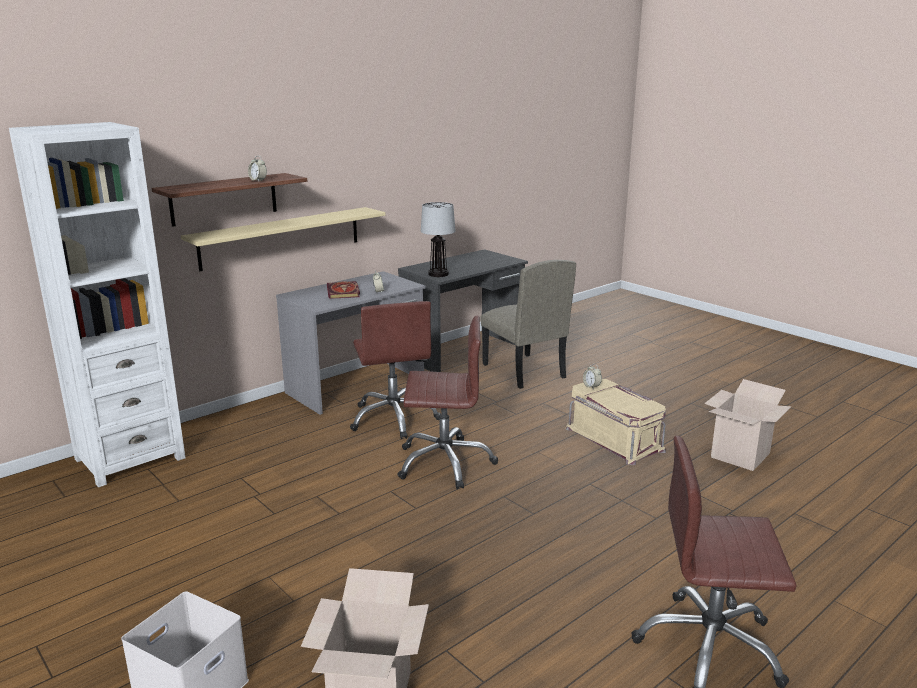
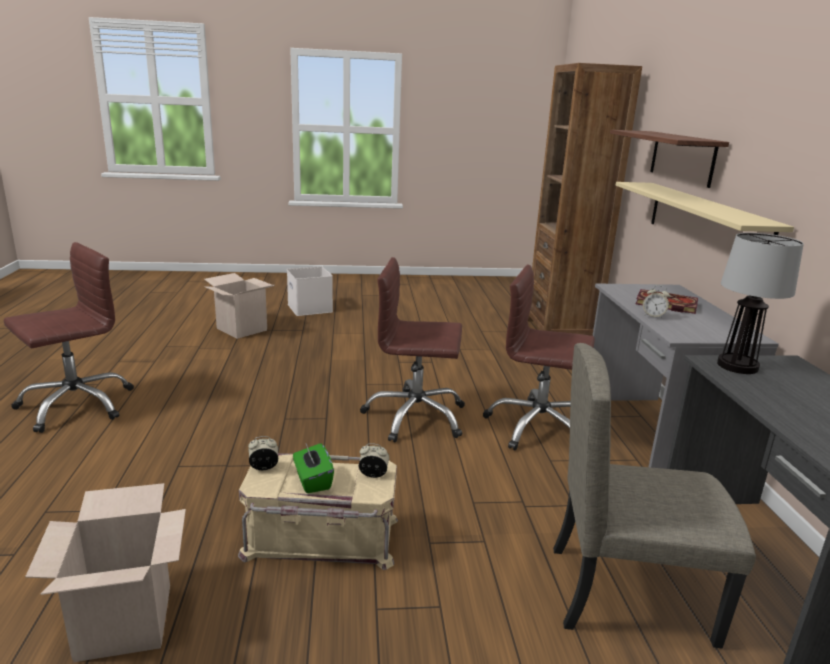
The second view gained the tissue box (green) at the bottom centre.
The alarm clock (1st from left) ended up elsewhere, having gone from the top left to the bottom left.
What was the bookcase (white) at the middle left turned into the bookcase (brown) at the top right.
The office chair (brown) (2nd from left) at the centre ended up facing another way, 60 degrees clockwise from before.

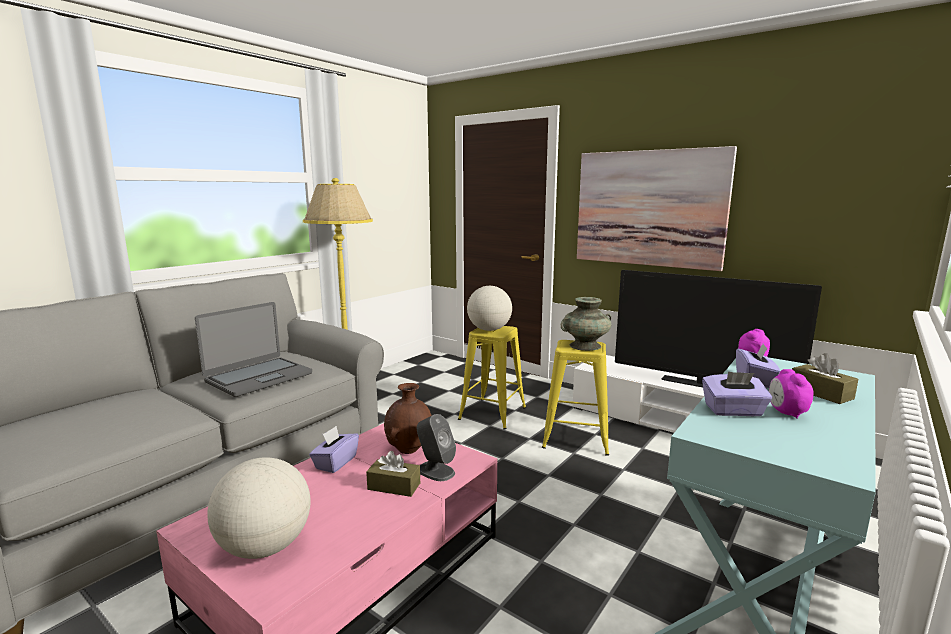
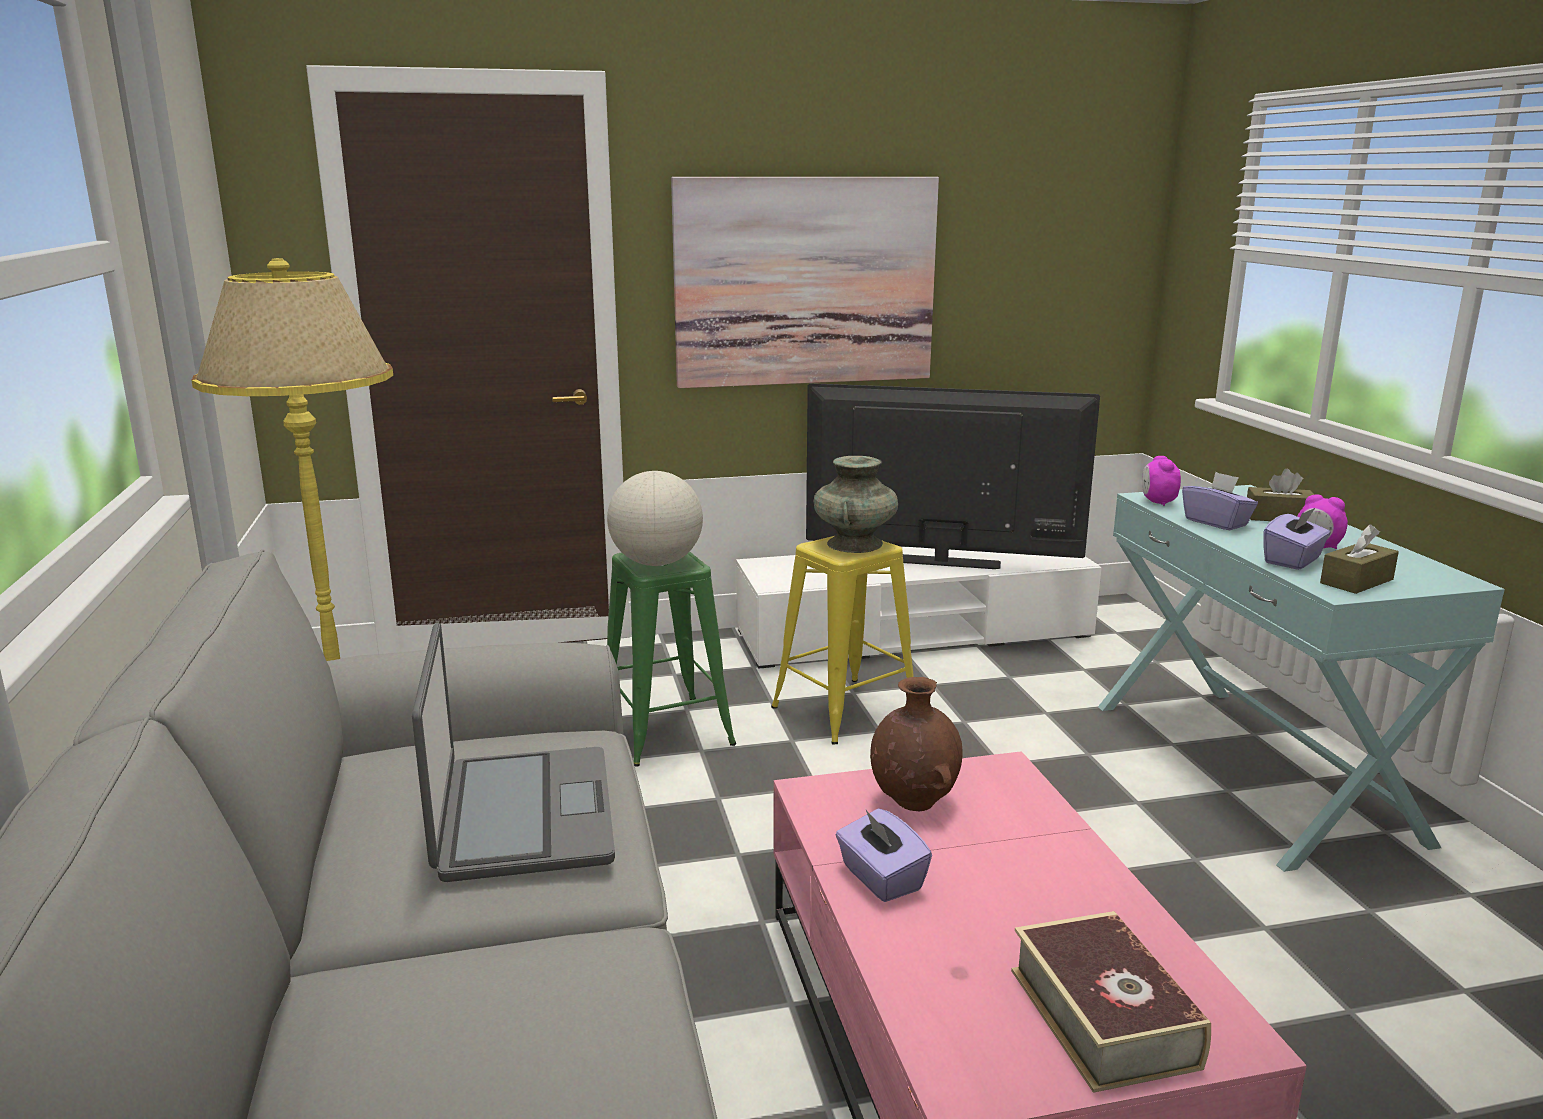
The second view lost the speaker (grey) at the bottom centre.
The tissue box (brown) (1st from left in the first image) ended up elsewhere, having gone from the bottom centre to the middle right.
Where the globe (1st from left) stood at the bottom left, the book came to stand at the bottom right.
What was the stool (yellow) (1st from left) at the centre turned into the stool (green) at the centre.
The television at the middle right ended up facing another way, 150 degrees counterclockwise from before.

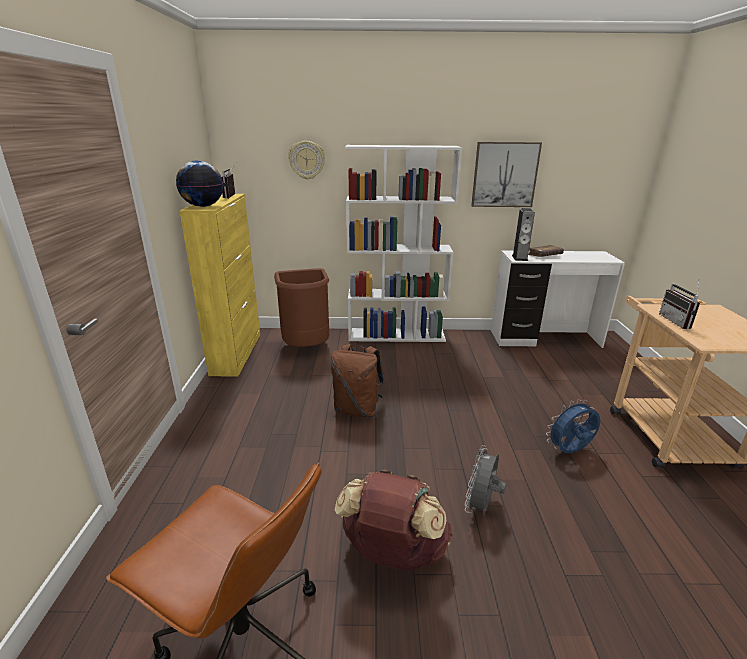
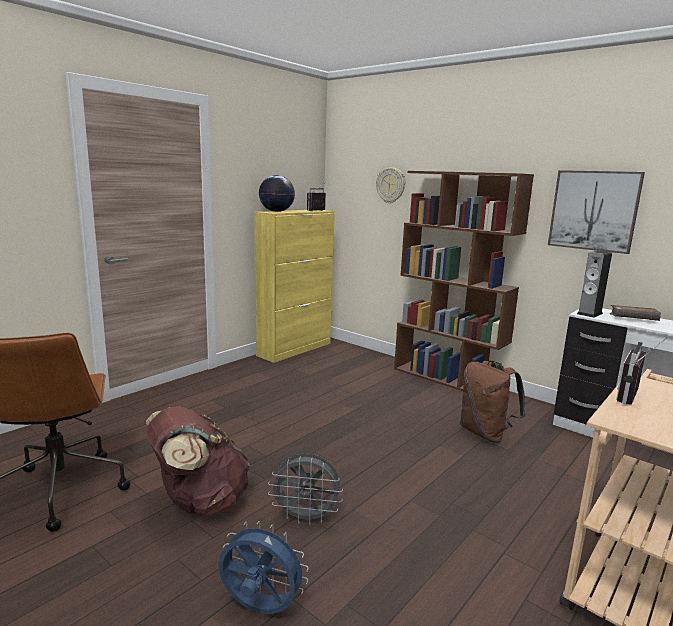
The second view lost the trash can (brown) at the centre.
The backpack (brown) (1st from left in the first image) ended up elsewhere, having gone from the centre to the middle right.
The fan (blue) ended up elsewhere, having gone from the middle right to the bottom centre.
What was the bookcase (white) at the centre turned into the bookcase (brown) at the middle right.
The fan (grey) at the bottom centre ended up facing another way, 150 degrees counterclockwise from before.

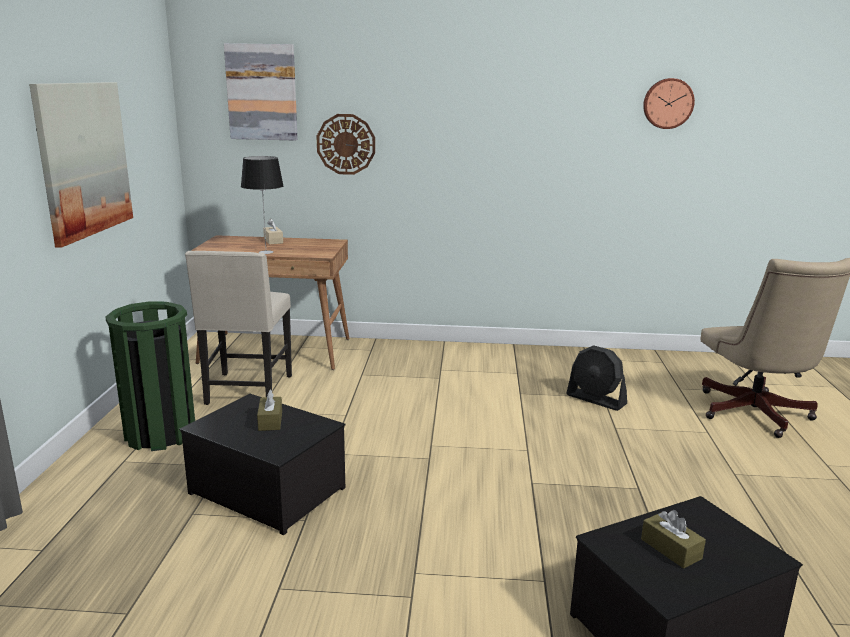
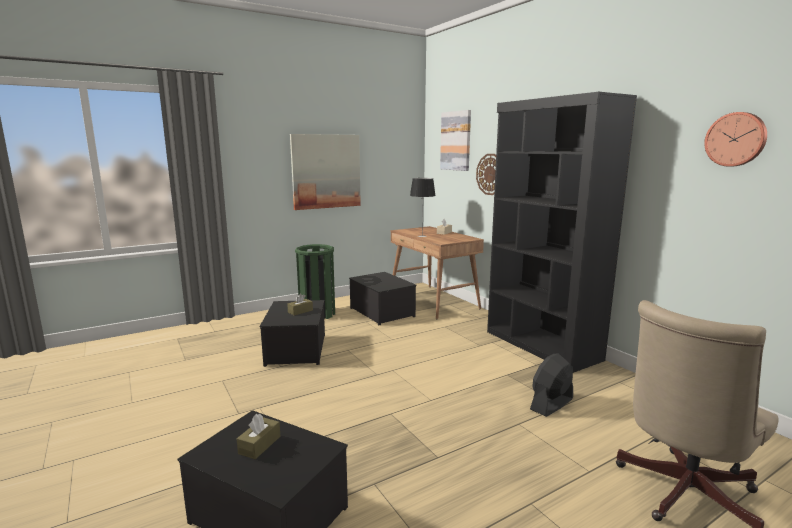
The second view gained the bookcase (black) at the middle right.
Where the chair (beige) stood at the middle left, the storage box (3rd from left) came to stand at the centre.
The fan (black) at the middle right ended up facing another way, 45 degrees clockwise from before.

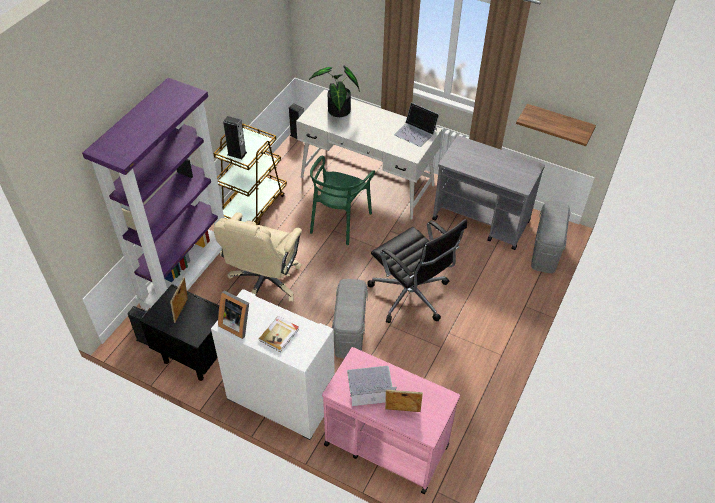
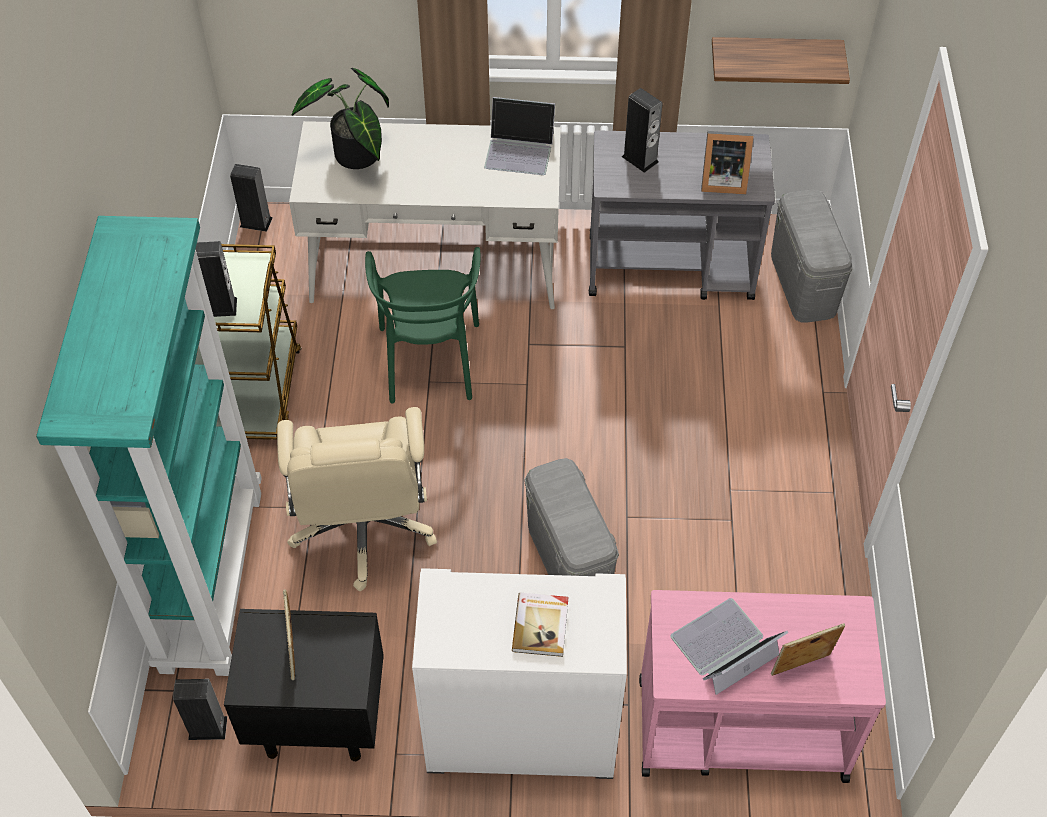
The second view lost the office chair (black) at the centre.
The second view gained the speaker (4th from left) at the top centre.
The picture frame (2nd from left) ended up elsewhere, having gone from the middle left to the top right.
What was the bookcase (purple) at the middle left turned into the bookcase (turquoise) at the middle left.

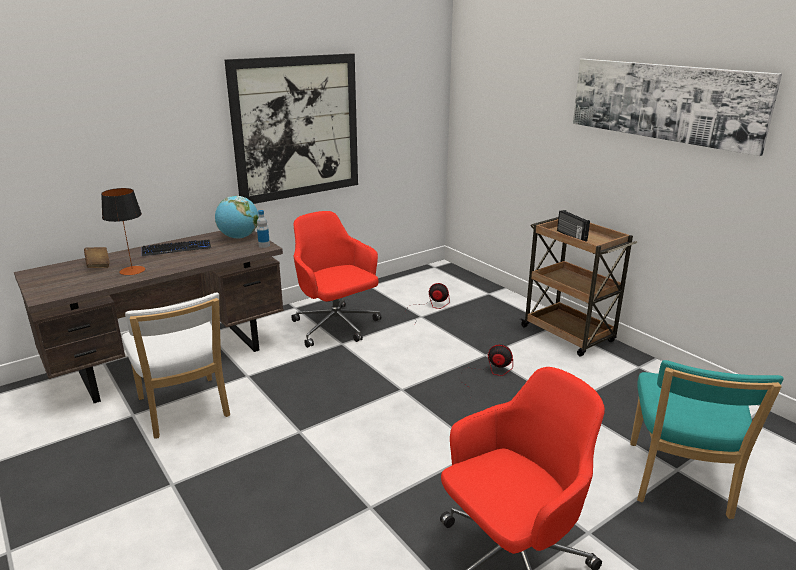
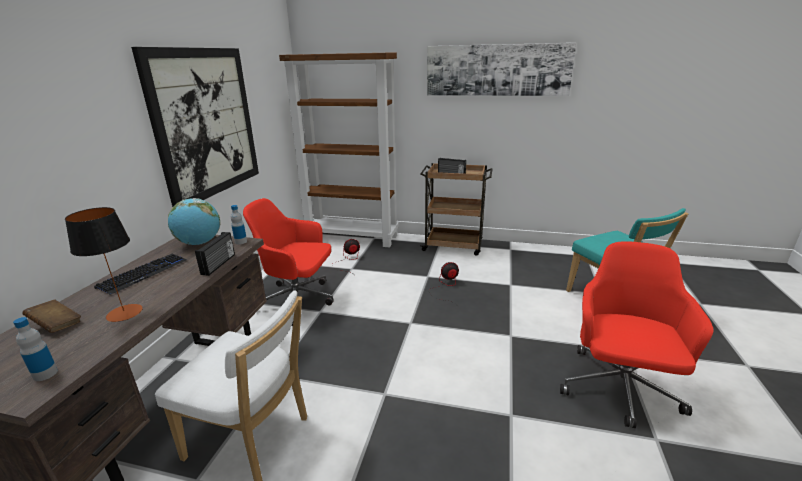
The second view gained the bottle (1st from left) at the bottom left.
The second view gained the radio (1st from left) at the middle left.
The second view gained the bookcase (brown) at the top centre.

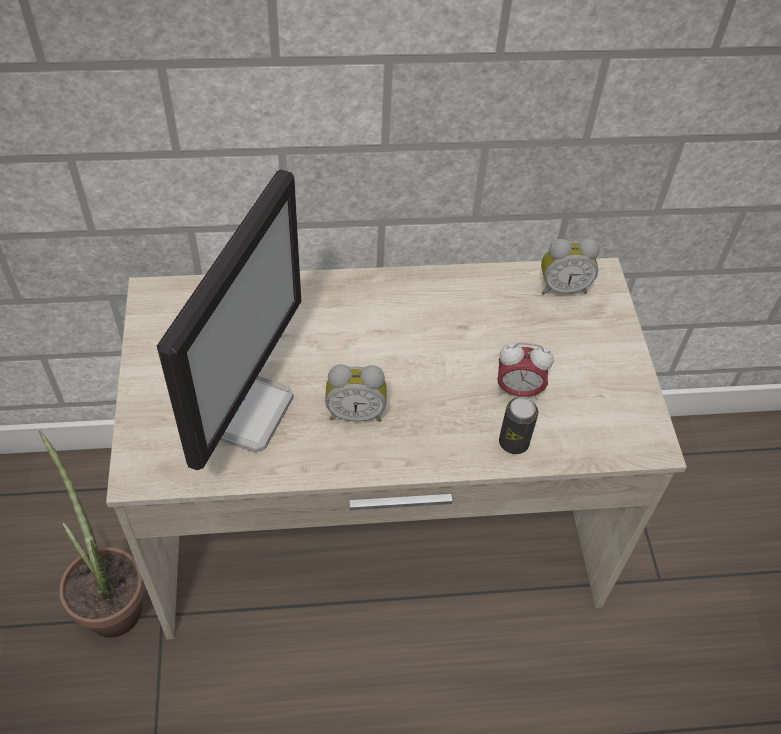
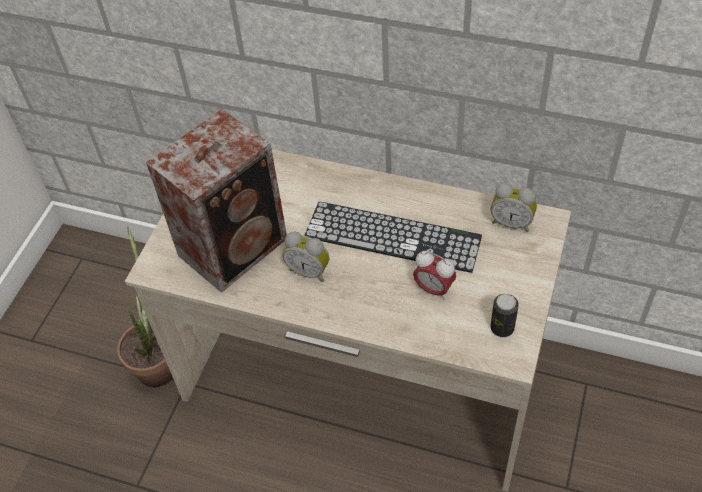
The second view gained the keyboard at the centre.
The can ended up elsewhere, having gone from the centre to the middle right.
Where the monitor stood at the middle left, the speaker came to stand at the middle left.

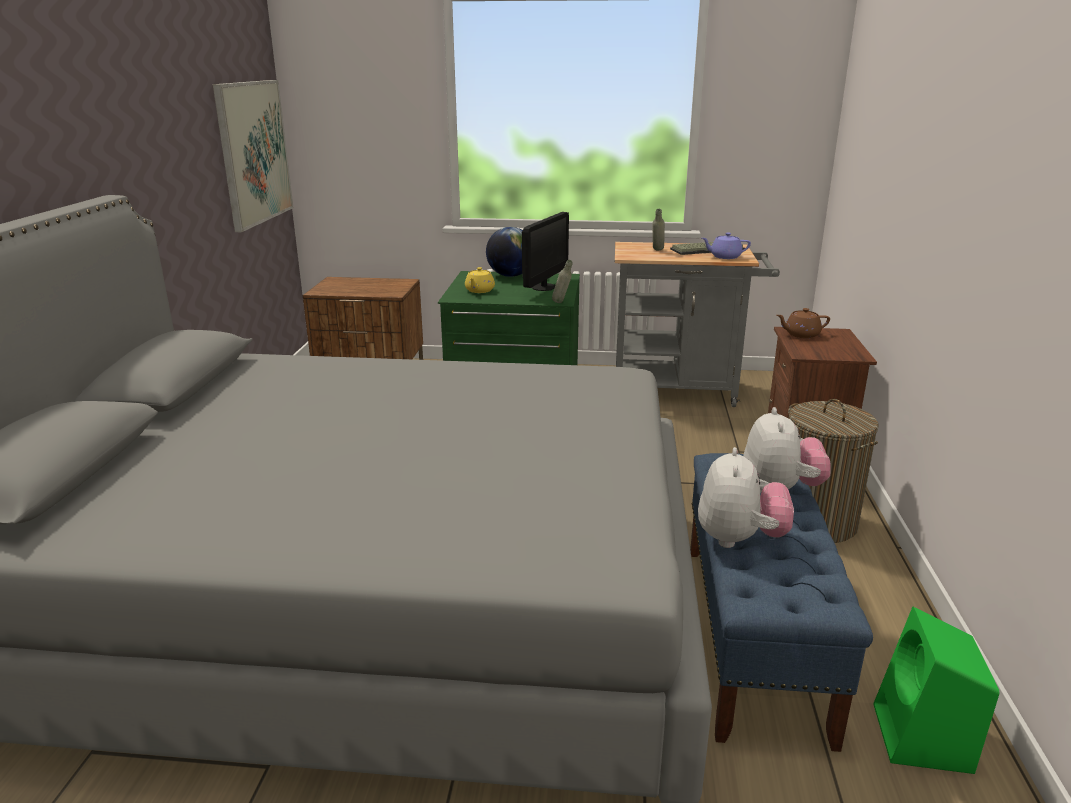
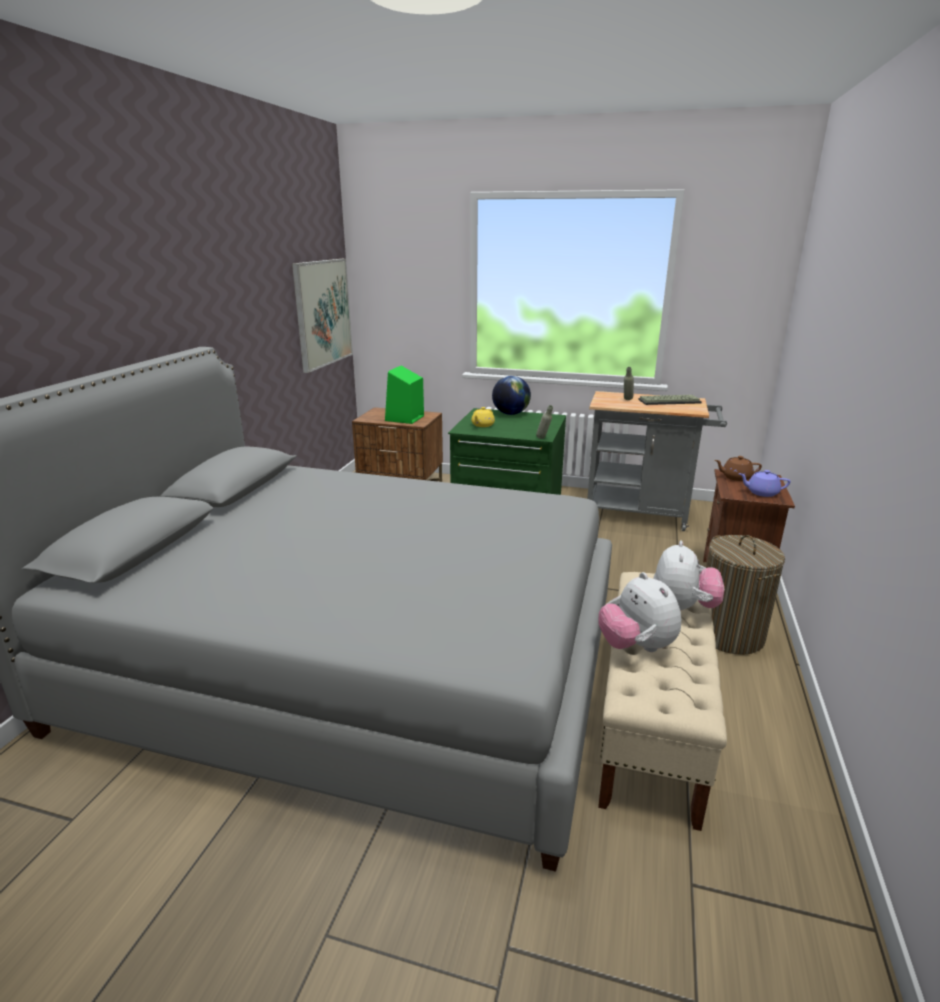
The second view lost the monitor at the top centre.
The teapot (purple) ended up elsewhere, having gone from the top right to the middle right.
The speaker (green) ended up elsewhere, having gone from the bottom right to the centre.
What was the bench (blue) at the bottom right turned into the bench (beige) at the bottom right.
The plush toy (1st from left) at the middle right ended up facing another way, 135 degrees clockwise from before.

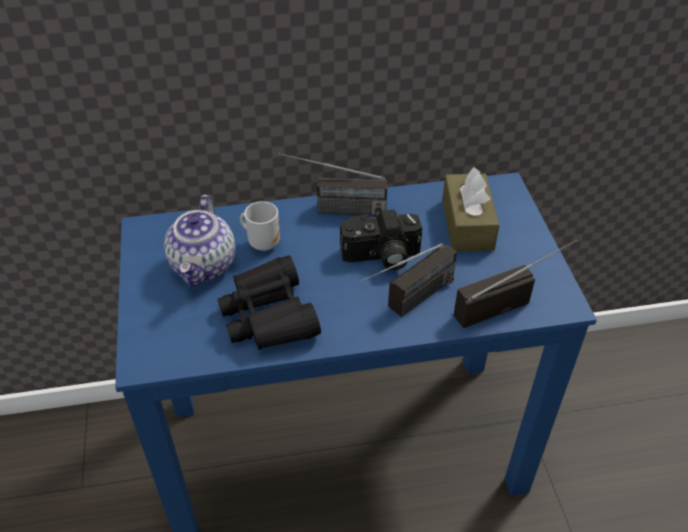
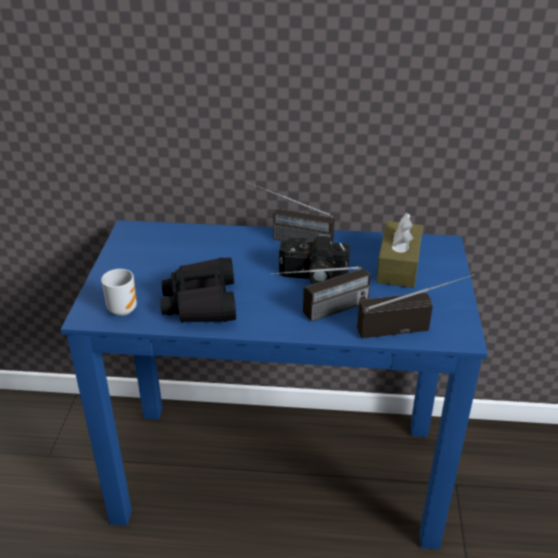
The second view lost the teapot at the middle left.
The mug ended up elsewhere, having gone from the centre to the middle left.

